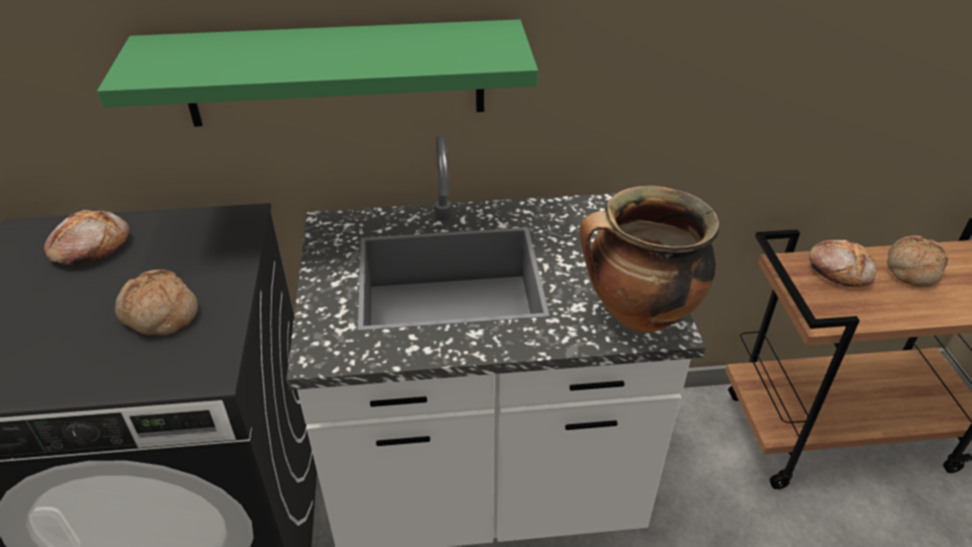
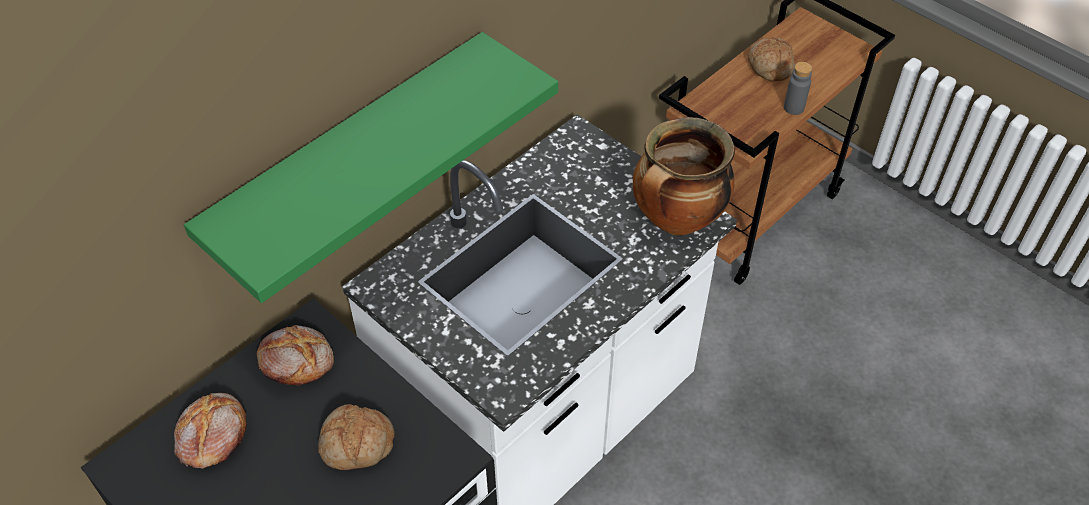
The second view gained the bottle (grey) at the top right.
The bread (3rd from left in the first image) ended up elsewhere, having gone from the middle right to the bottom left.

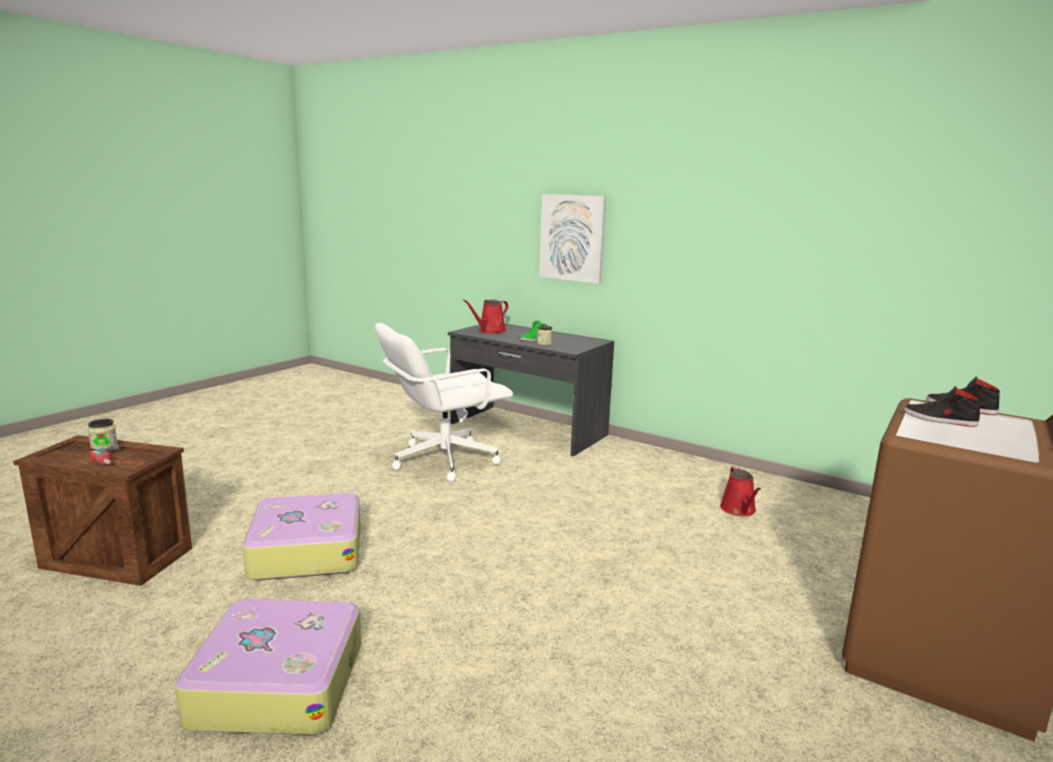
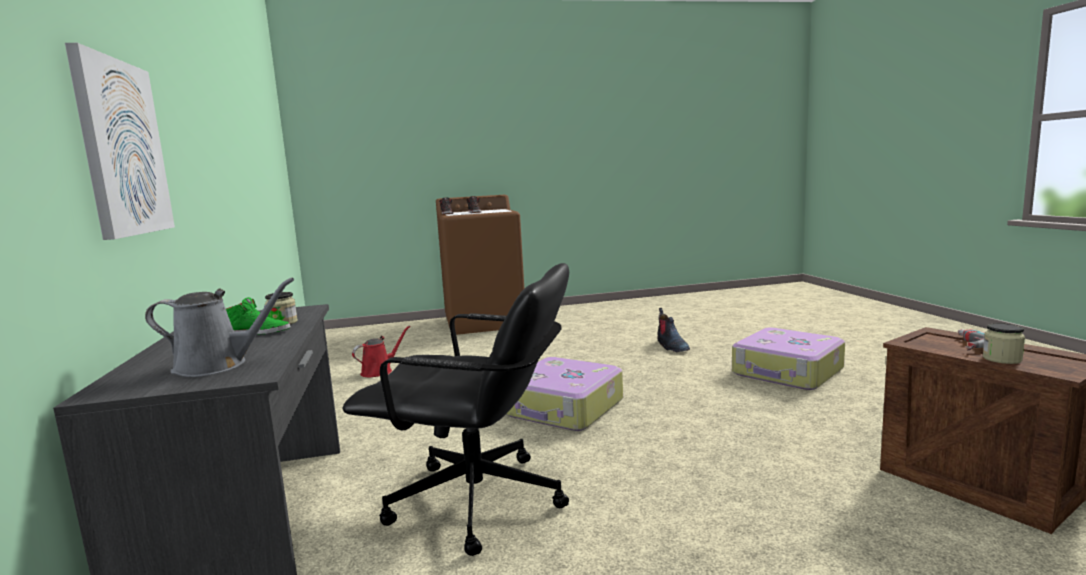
The second view gained the boot at the centre.
The suitcase (2nd from left in the first image) ended up elsewhere, having gone from the bottom left to the bottom centre.
What was the office chair (white) at the centre turned into the office chair (black) at the bottom centre.
What was the watering can (red) (1st from left) at the centre turned into the watering can (grey) at the middle left.

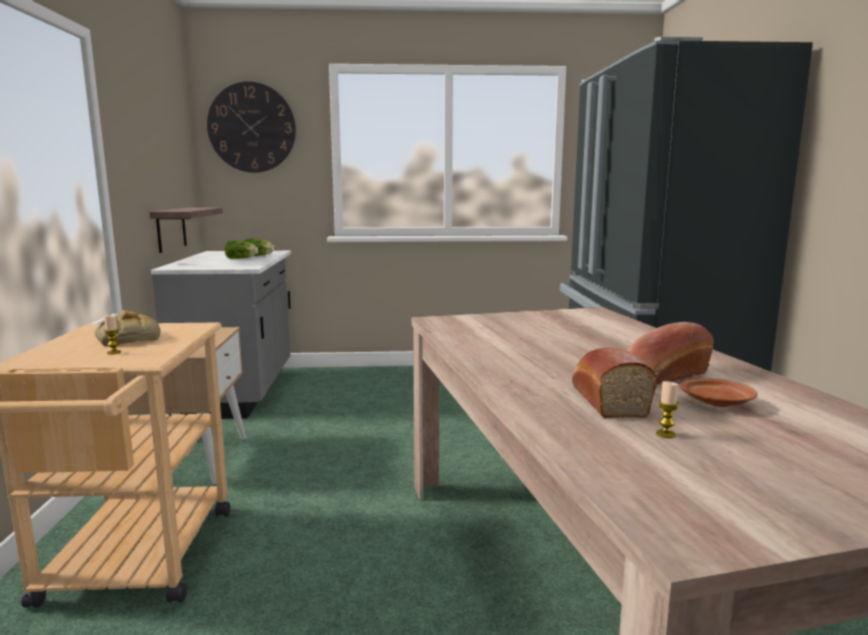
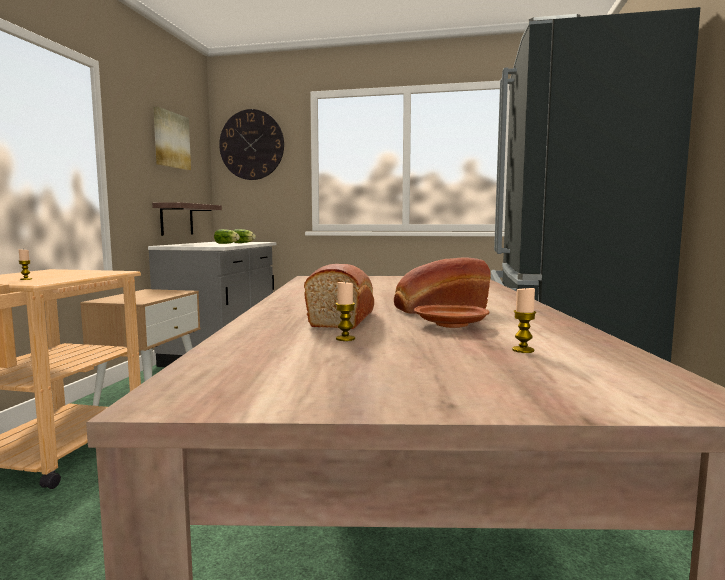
The second view lost the bread (1st from left) at the middle left.
The second view gained the picture at the top left.
The second view gained the candle (3rd from left) at the middle right.

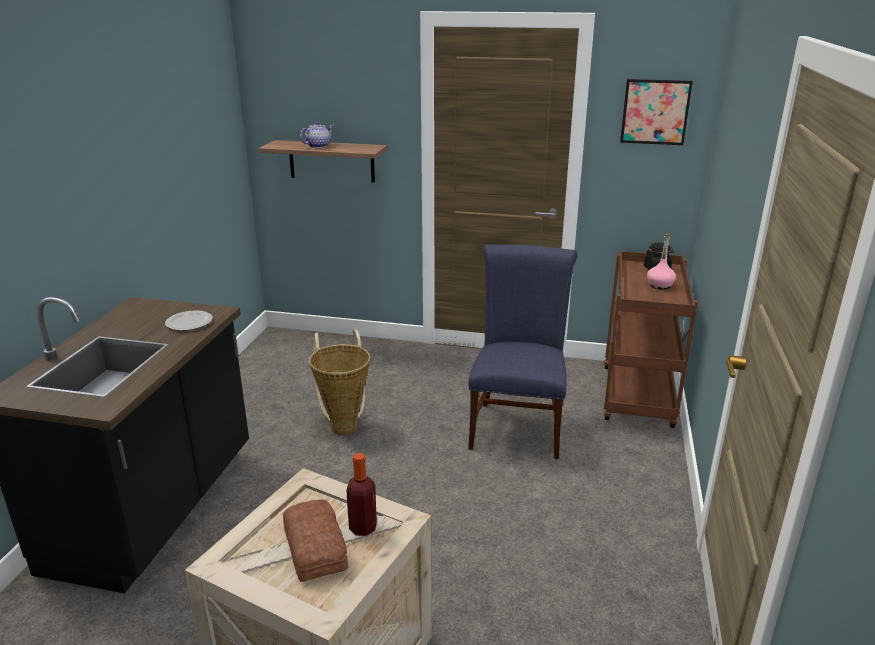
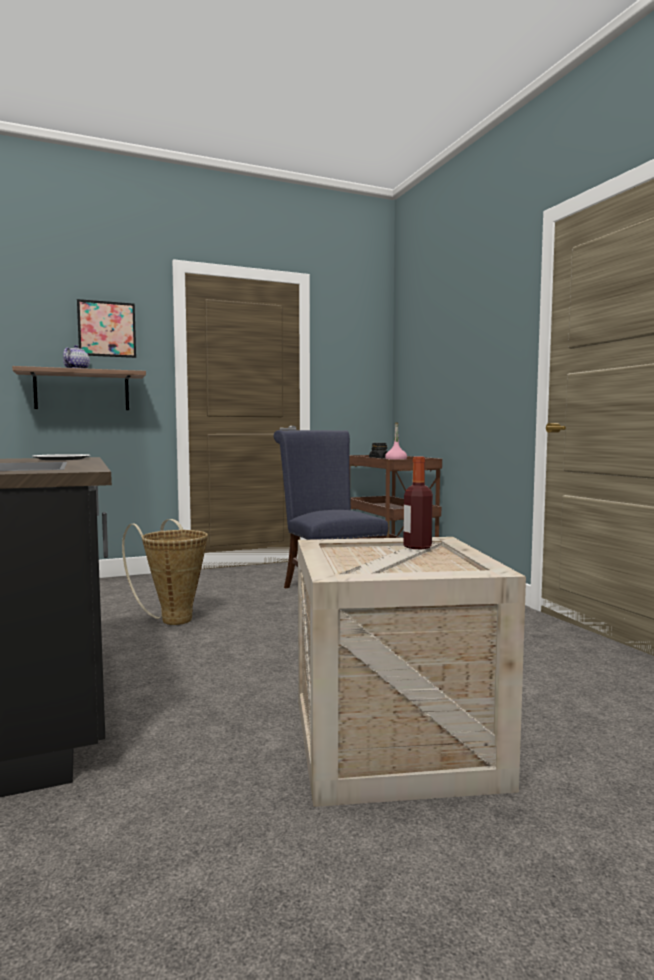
The second view lost the bread at the bottom centre.
The picture ended up elsewhere, having gone from the top right to the middle left.

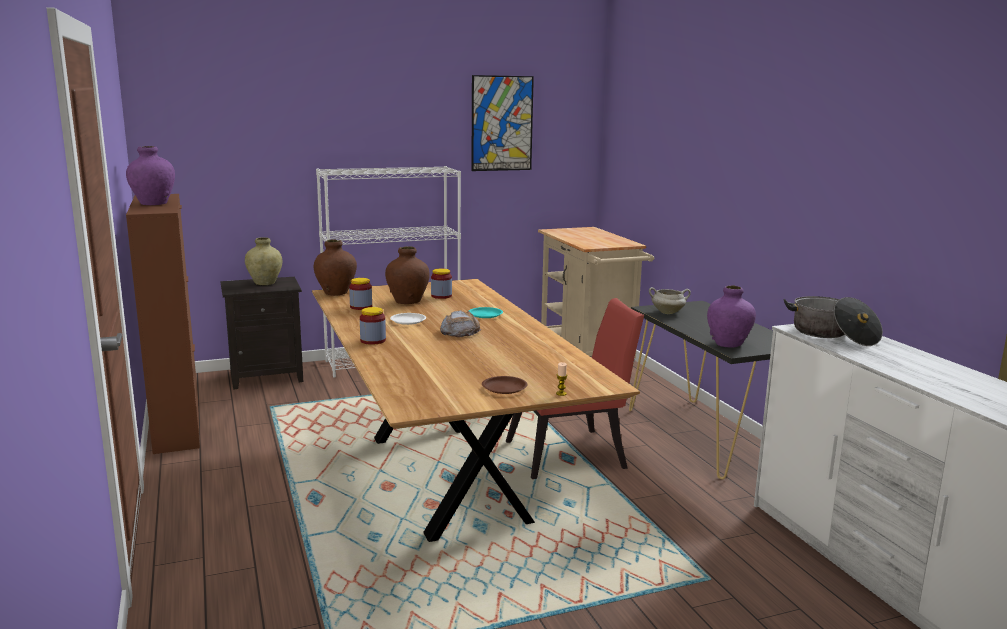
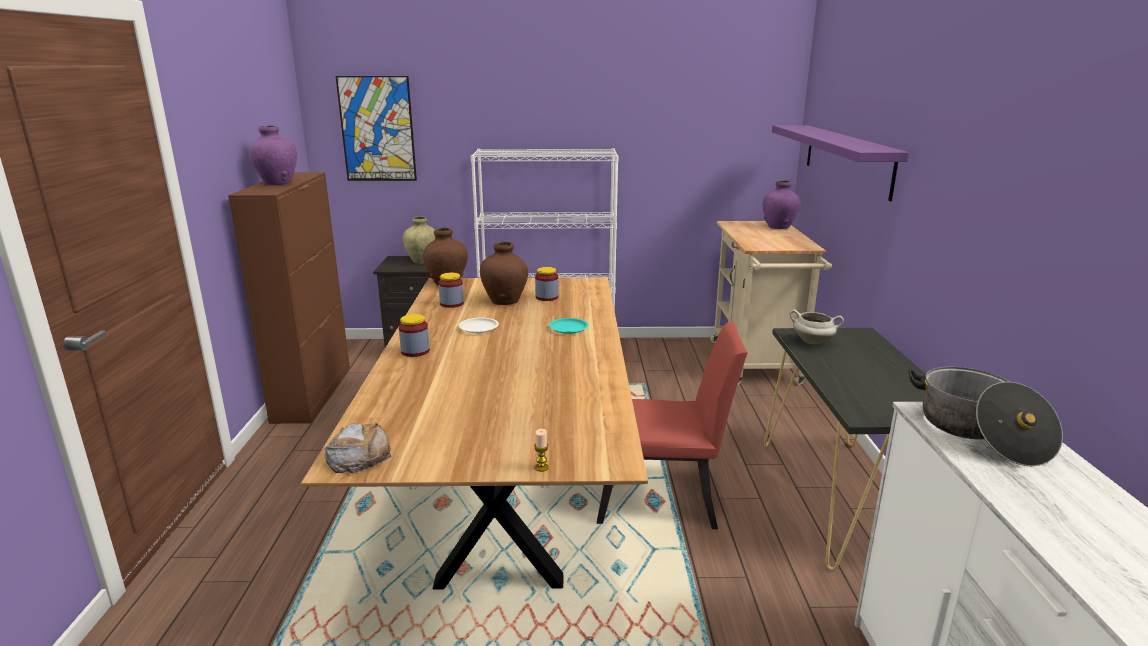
The second view lost the plate (brown) at the centre.
The second view gained the shelf (purple) at the top right.
The bread ended up elsewhere, having gone from the centre to the bottom left.
The picture ended up elsewhere, having gone from the top centre to the top left.
The vase (purple) (2nd from left) ended up elsewhere, having gone from the middle right to the top right.

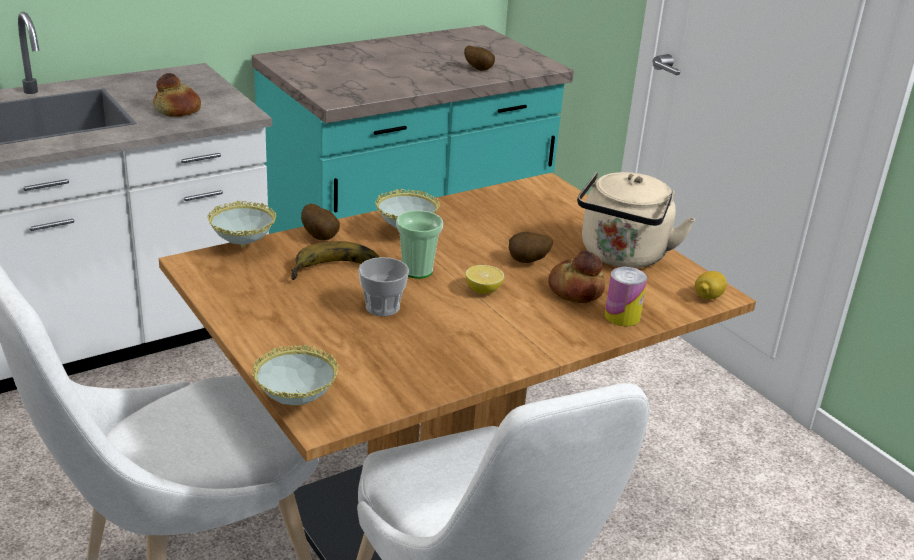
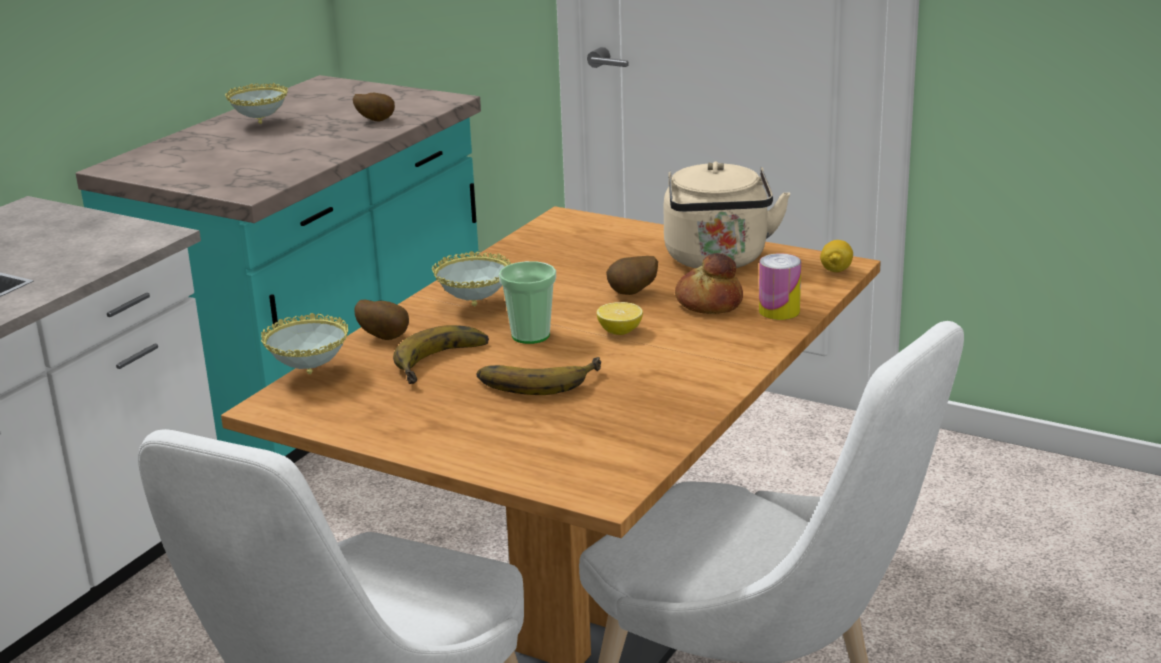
The second view lost the bread (1st from left) at the top left.
The bowl (2nd from left in the first image) ended up elsewhere, having gone from the bottom left to the top left.
Where the cup (1st from left) stood at the centre, the banana (2nd from left) came to stand at the centre.

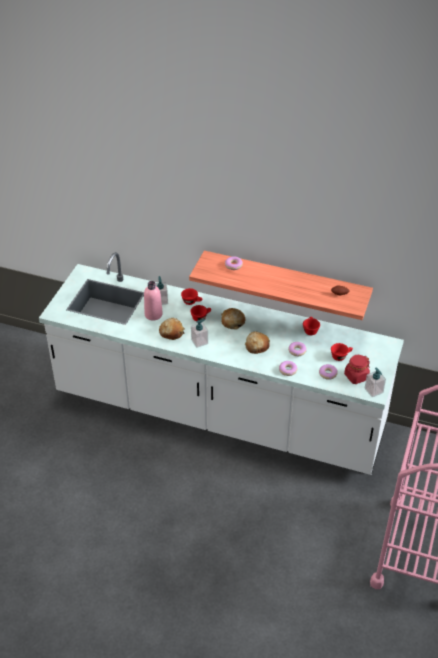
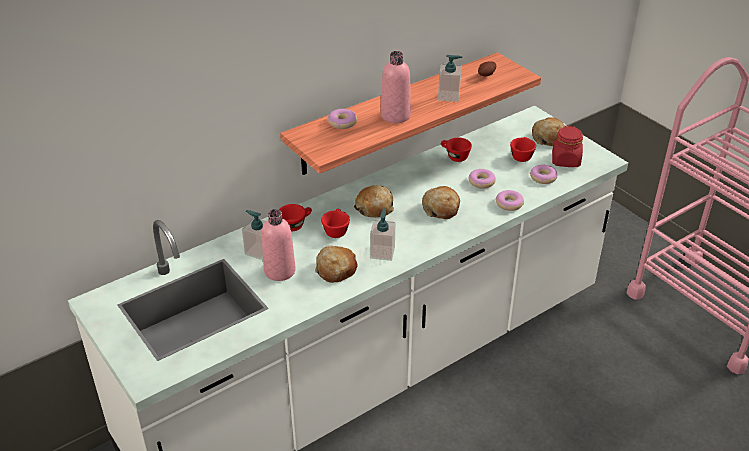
The second view gained the bottle (pink) (2nd from left) at the top centre.
The second view gained the bread (4th from left) at the top right.
The soap dispenser (3rd from left) ended up elsewhere, having gone from the middle right to the top centre.

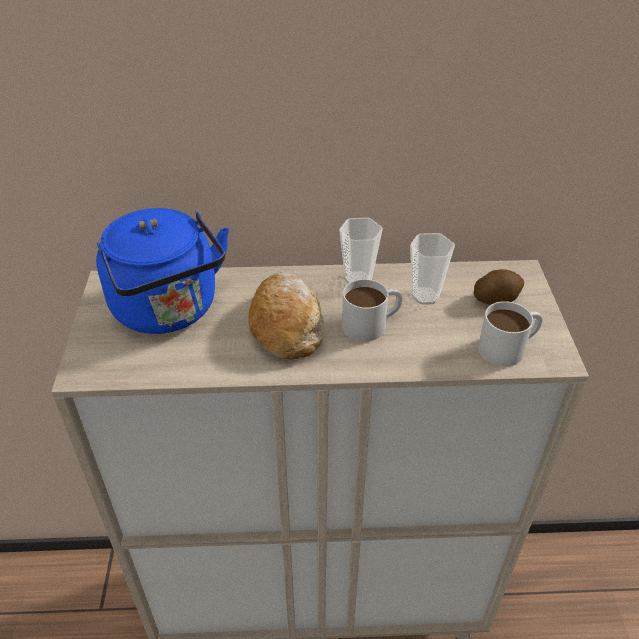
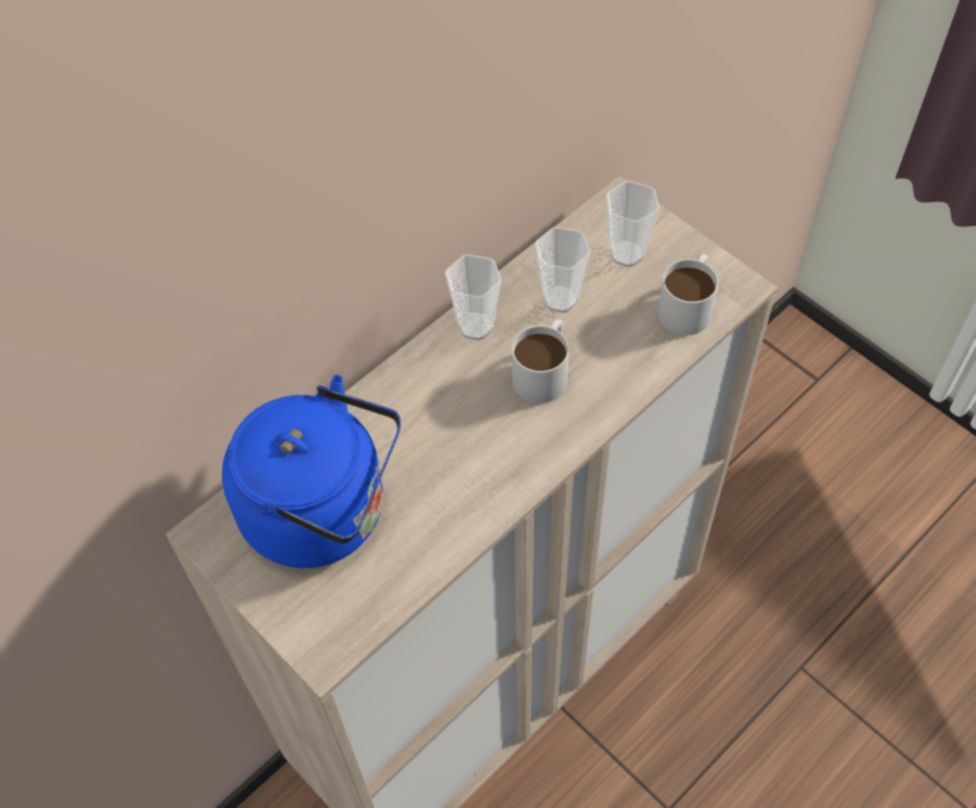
The second view lost the bread at the centre.
Where the potato stood at the middle right, the cup (3rd from left) came to stand at the top centre.

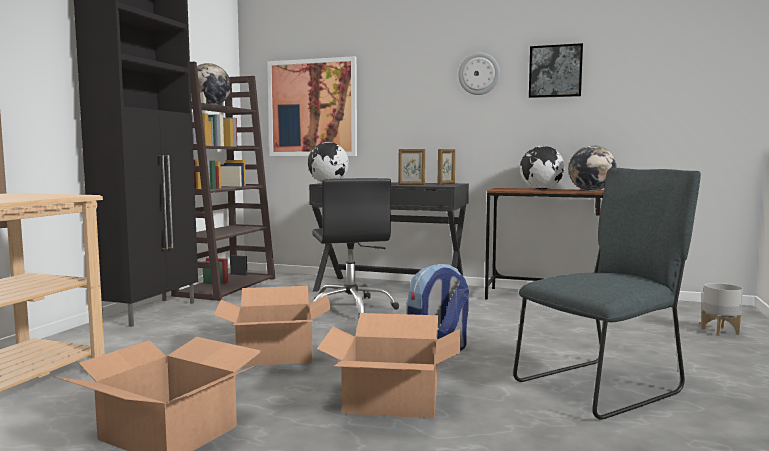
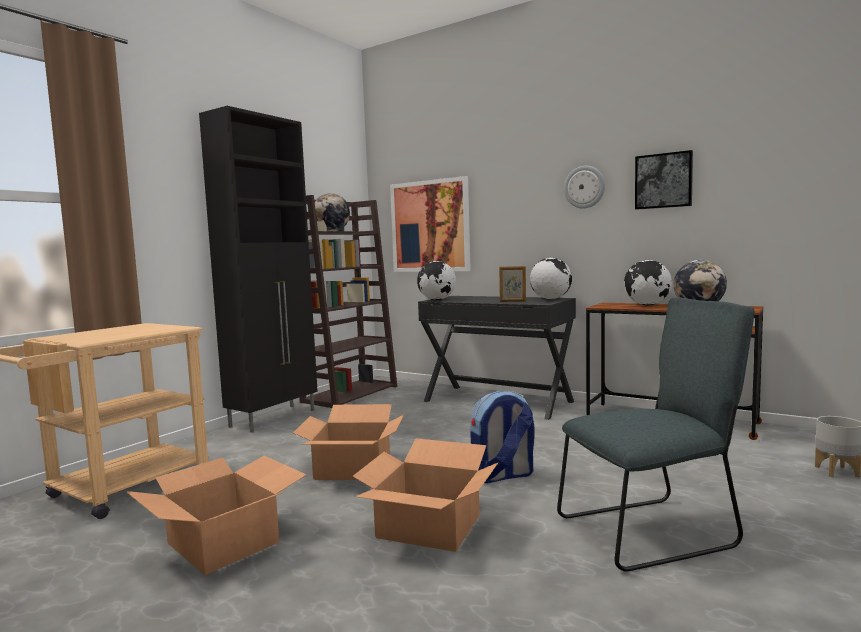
The second view lost the office chair (black) at the centre.
Where the picture frame (2nd from left) stood at the centre, the globe (3rd from left) came to stand at the centre.

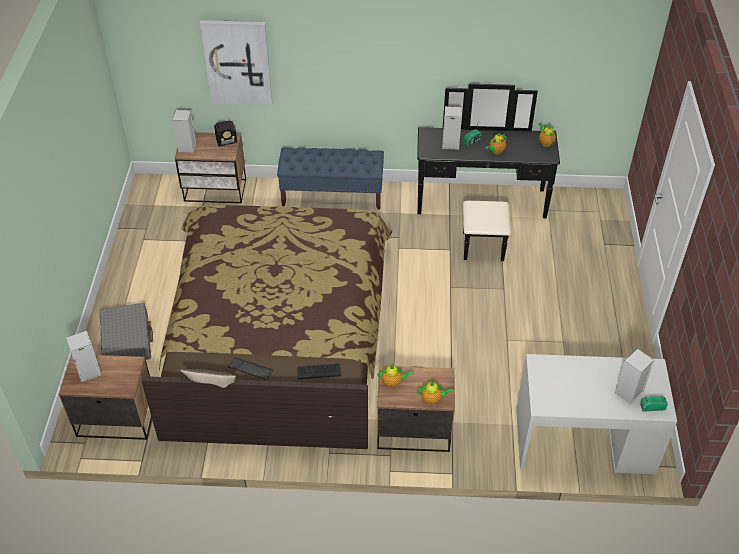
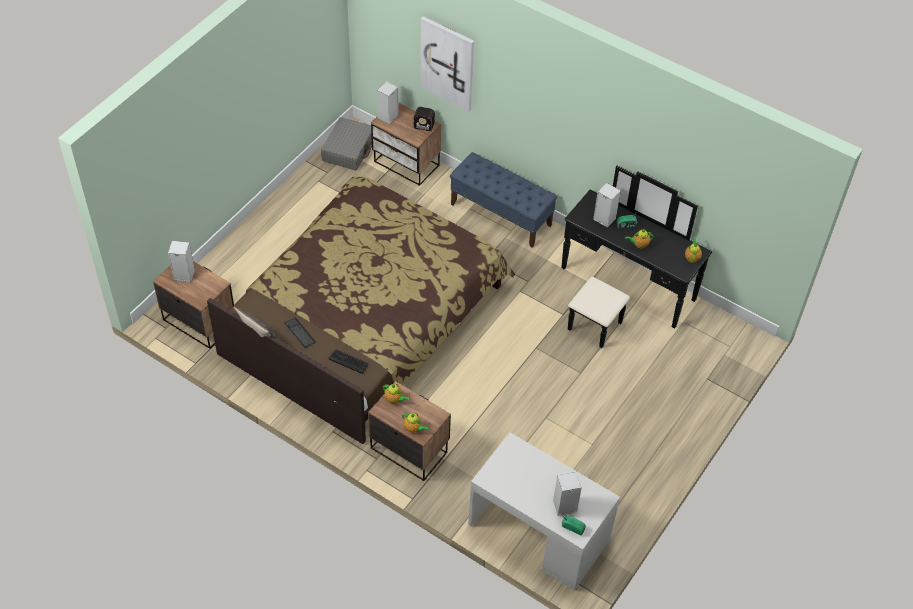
The suitcase (grey) ended up elsewhere, having gone from the middle left to the top centre.

